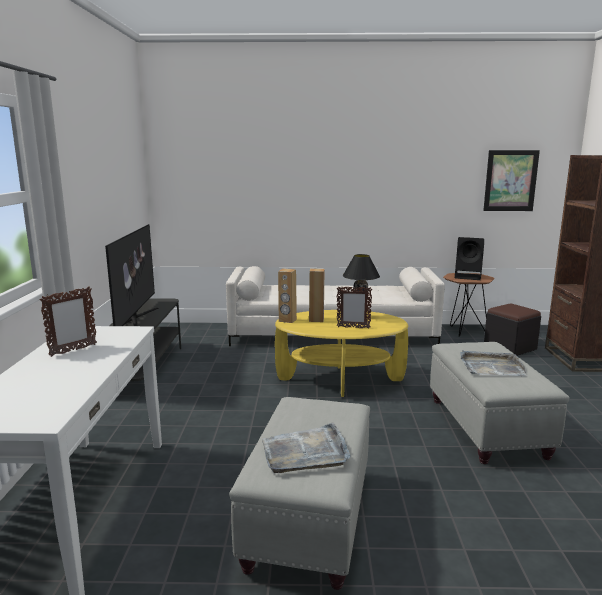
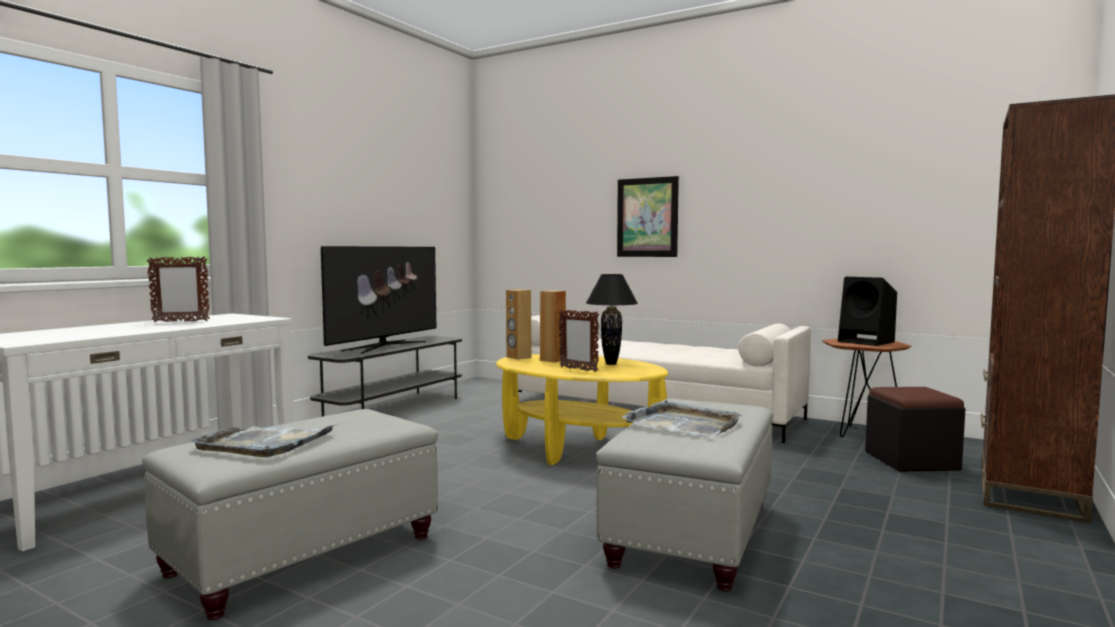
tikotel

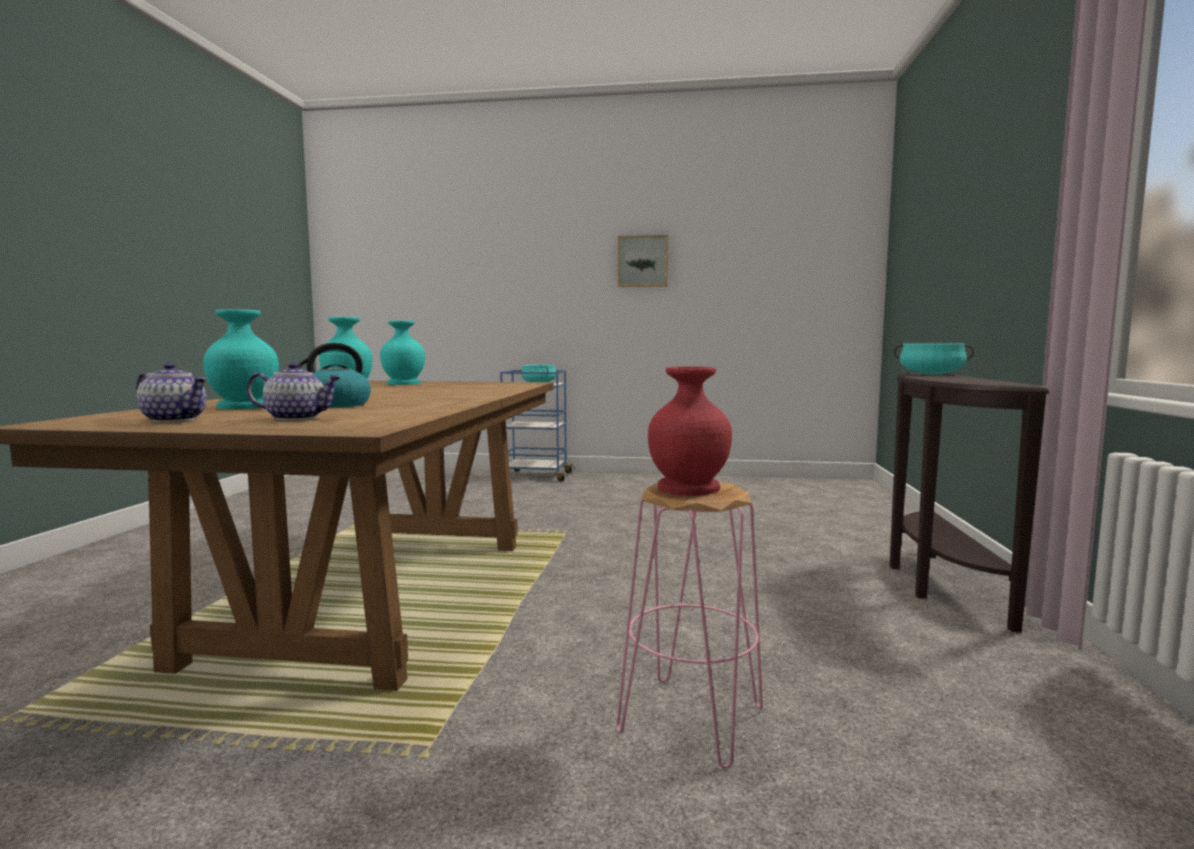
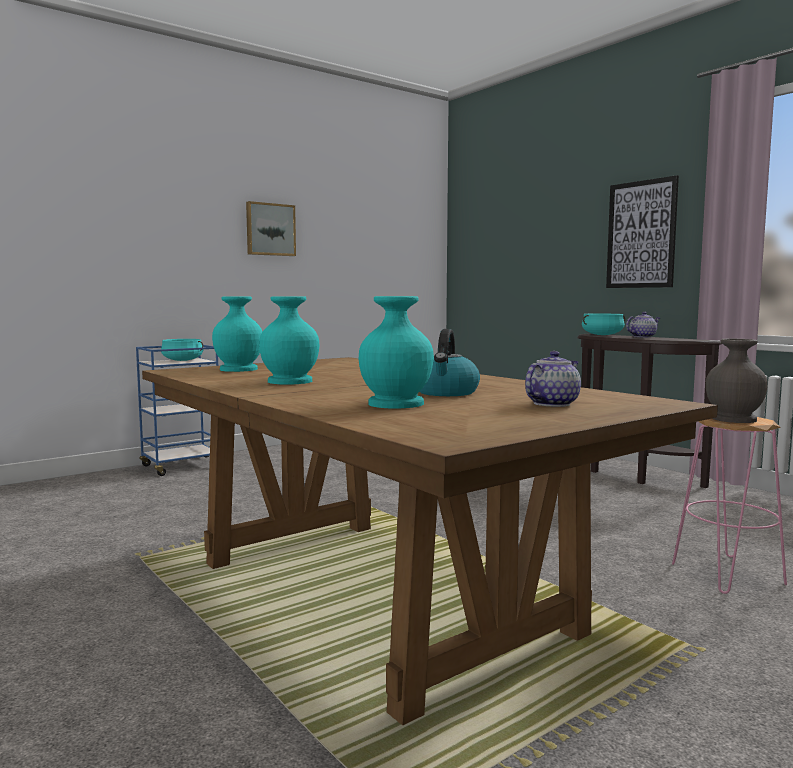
tikotel (2nd from left)
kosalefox (2nd from left)
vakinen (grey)

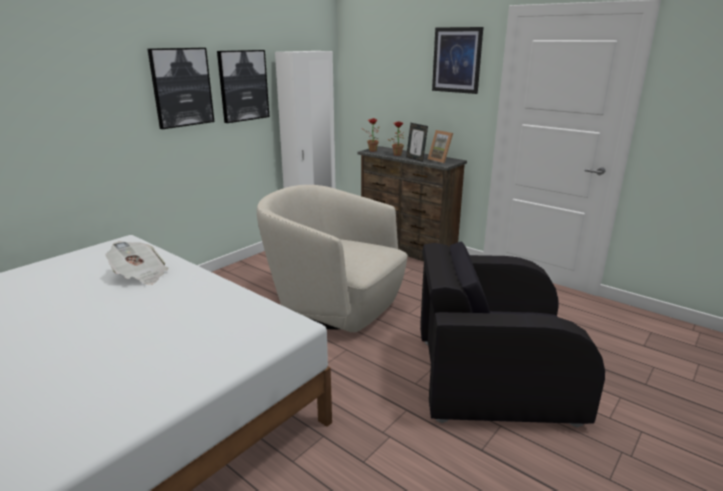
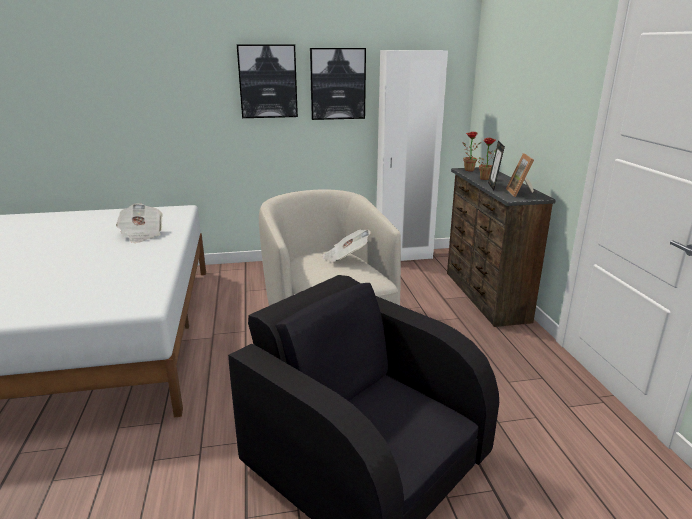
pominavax (2nd from left)
tikotel (3rd from left in the first image)

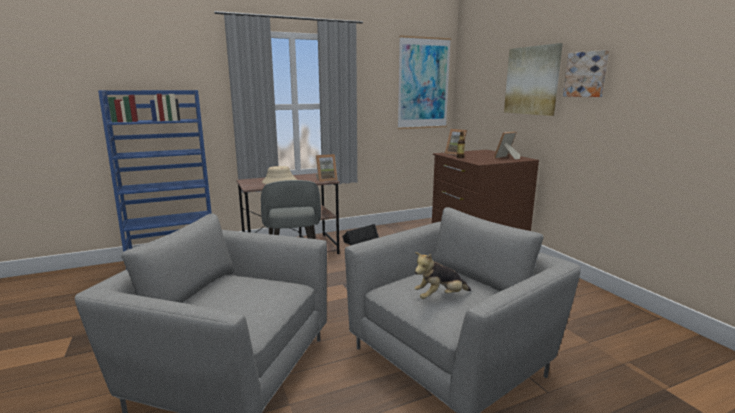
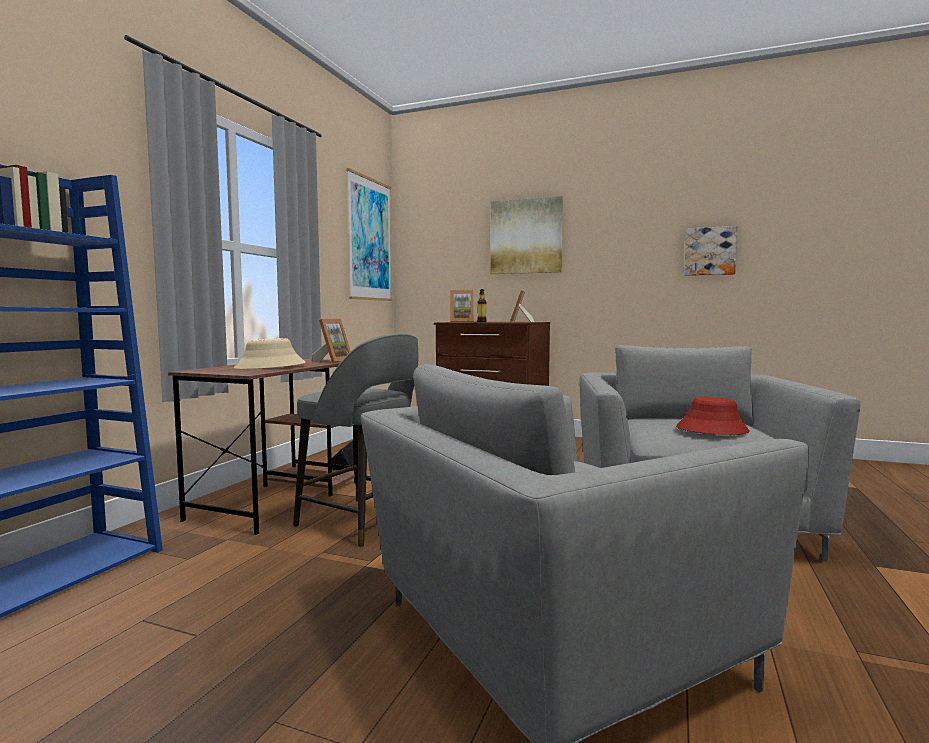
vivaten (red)
tikotel (3rd from left)

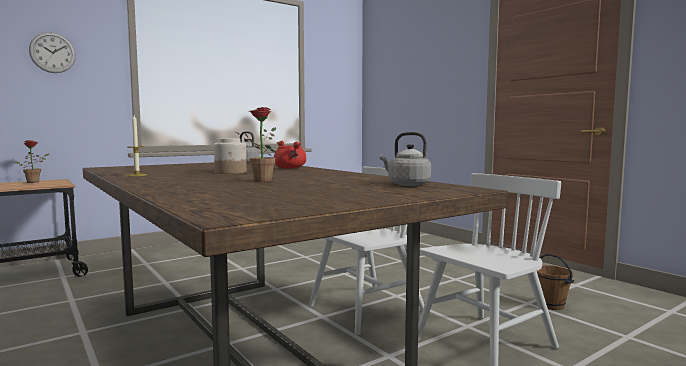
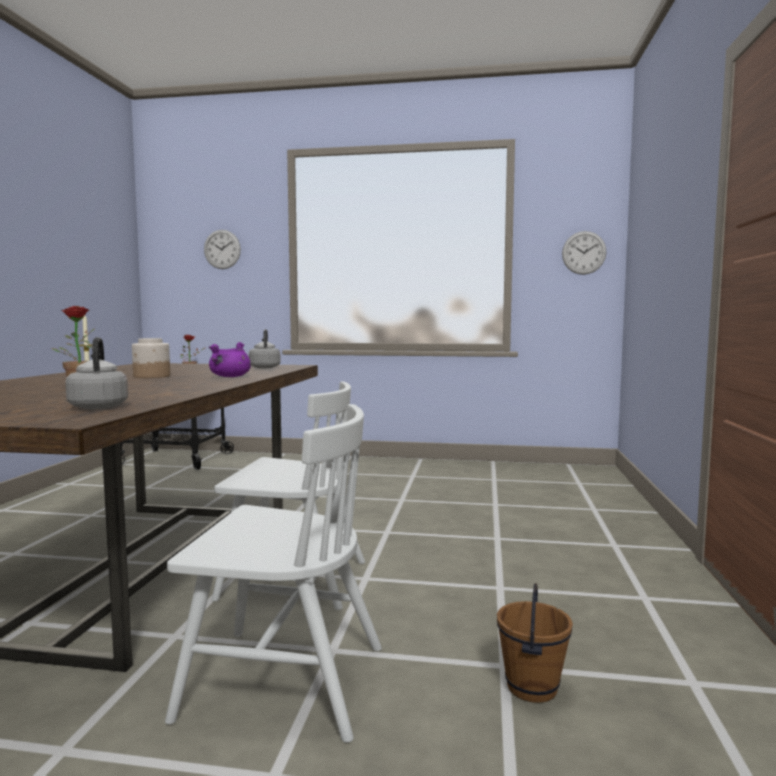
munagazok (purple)
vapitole (2nd from left)

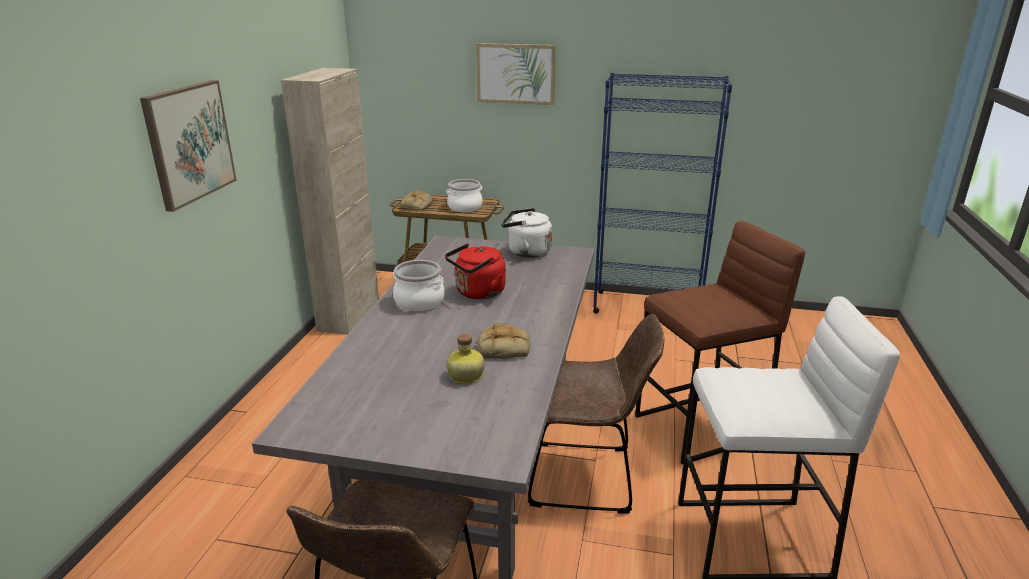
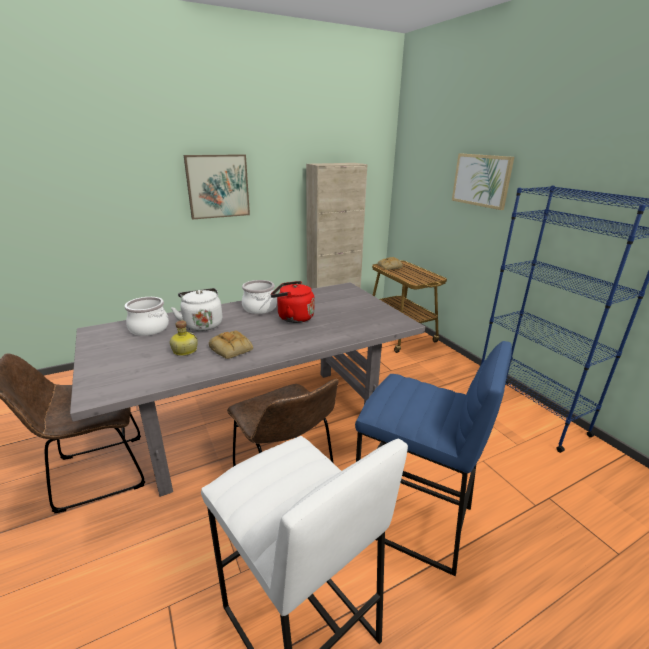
munagazok (1st from left)
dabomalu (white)
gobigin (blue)

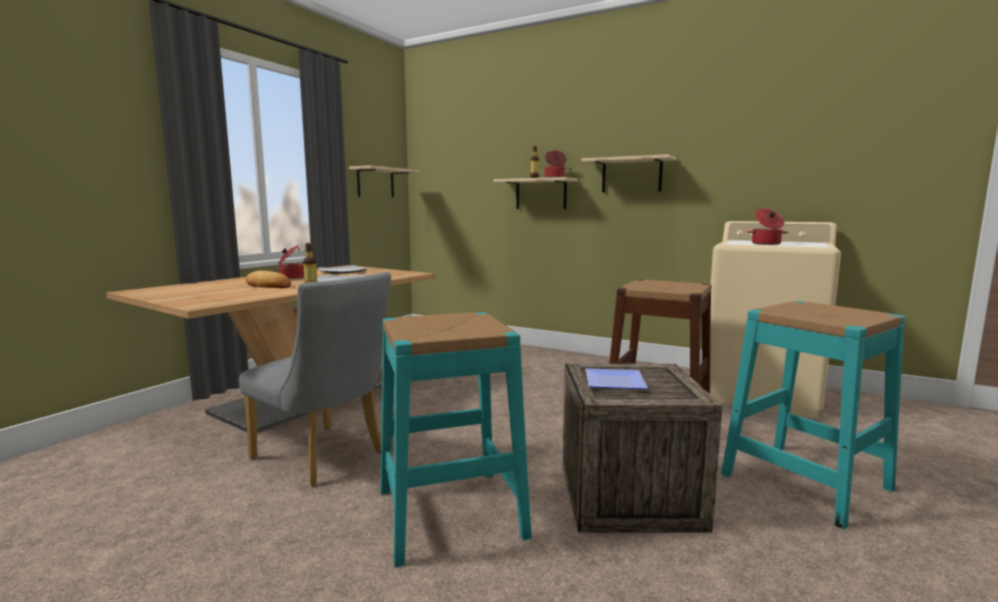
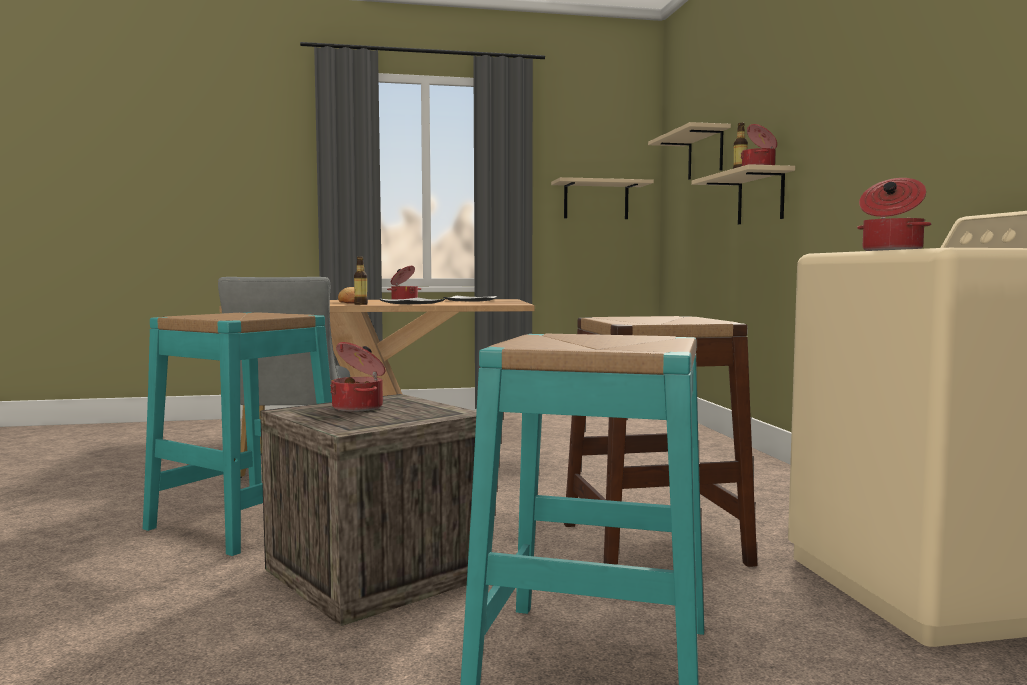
munagazok (1st from left)
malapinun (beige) (2nd from left)

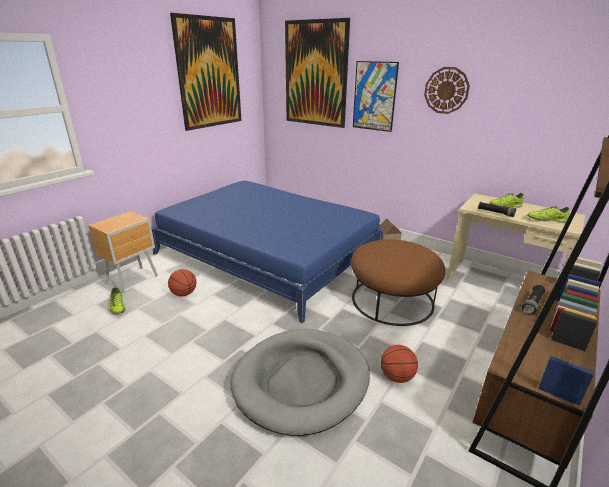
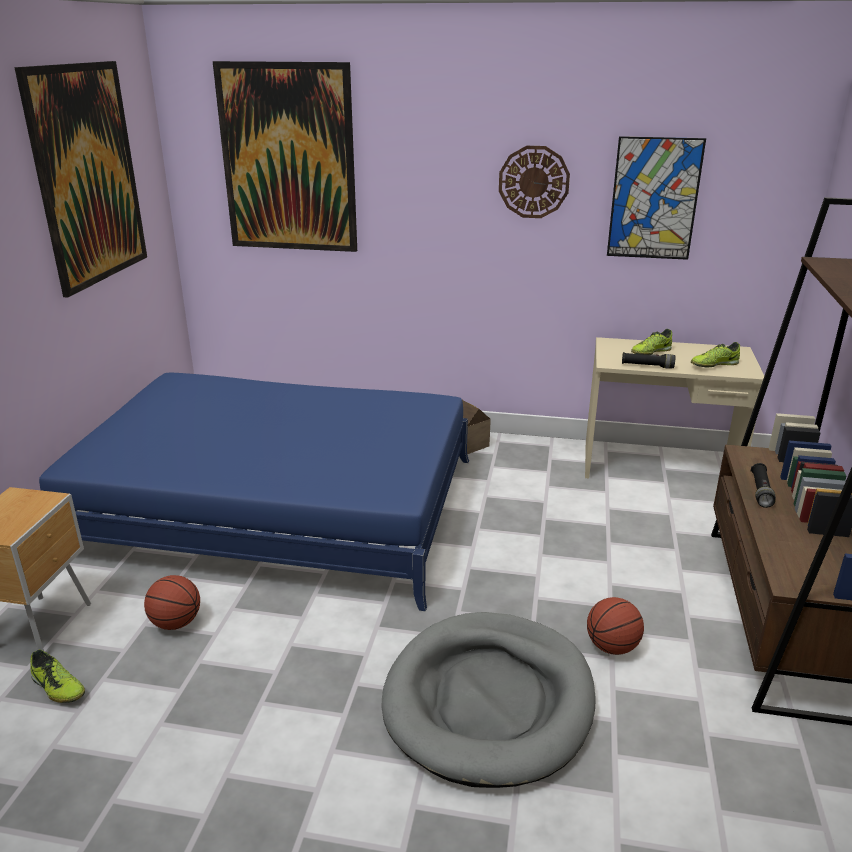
tikotel (3rd from left)
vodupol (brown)

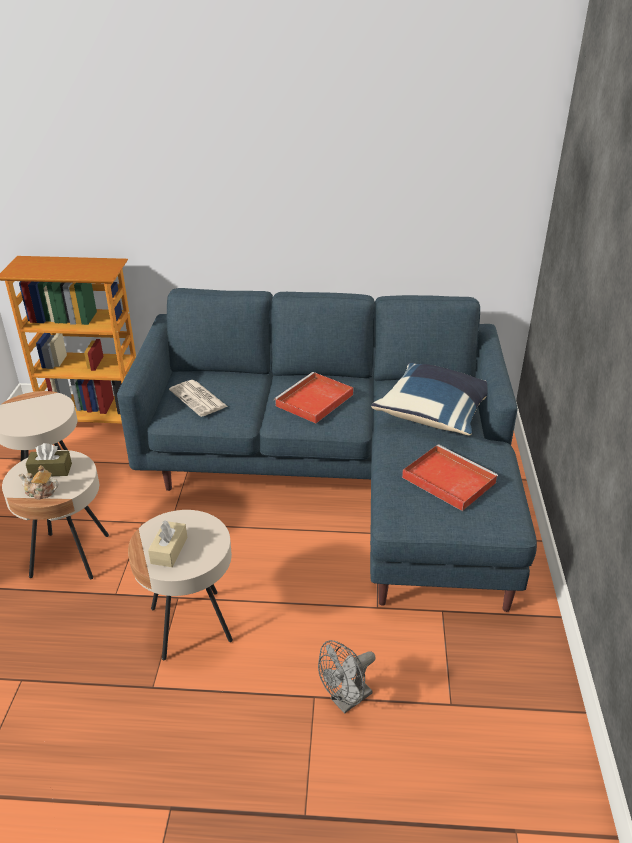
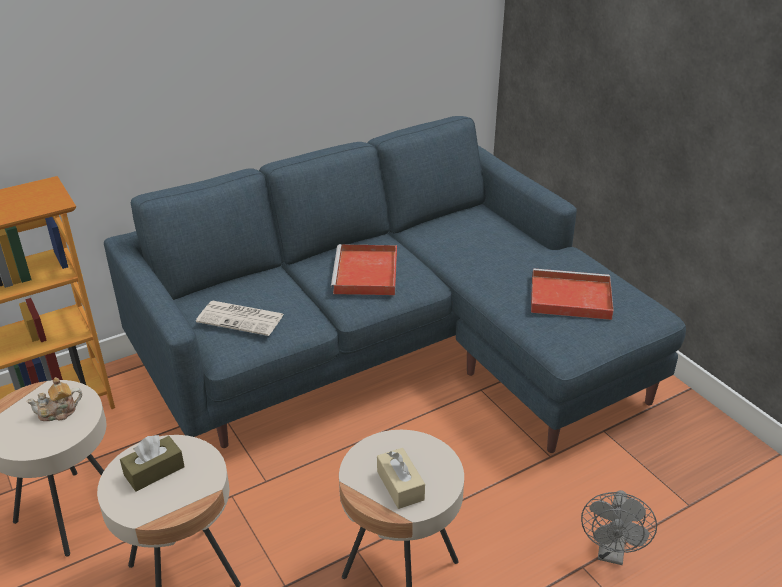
kosalefox
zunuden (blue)

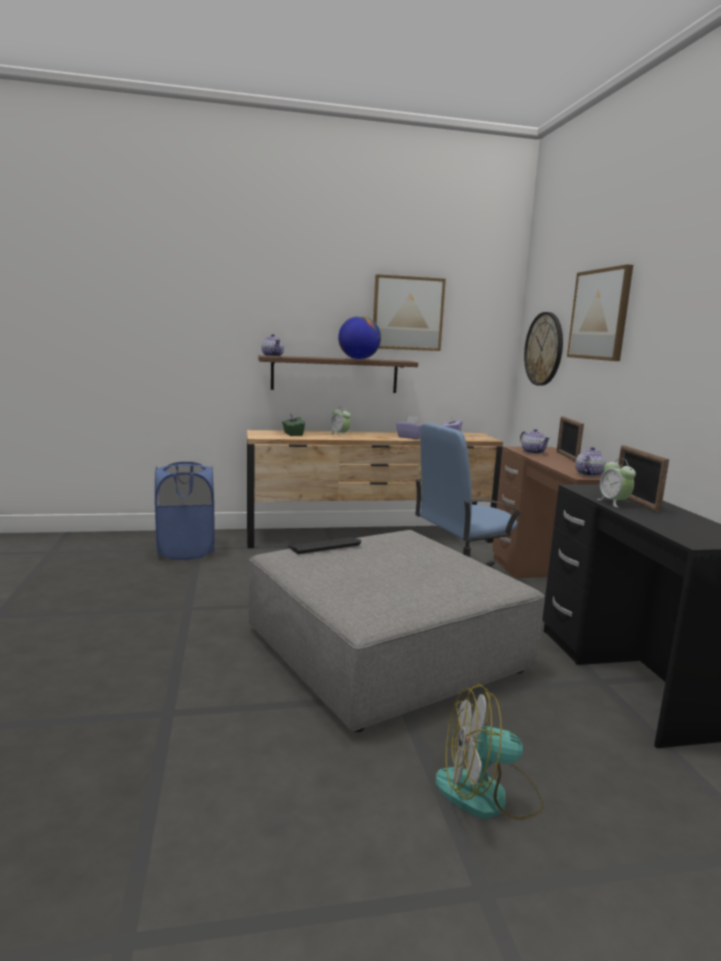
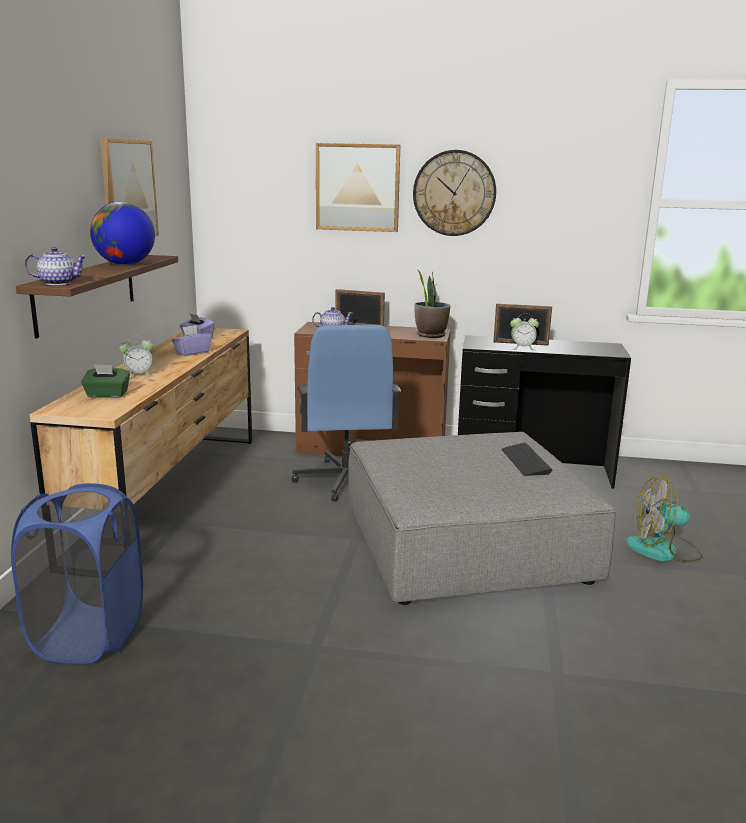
vapitole
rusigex
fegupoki
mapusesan

